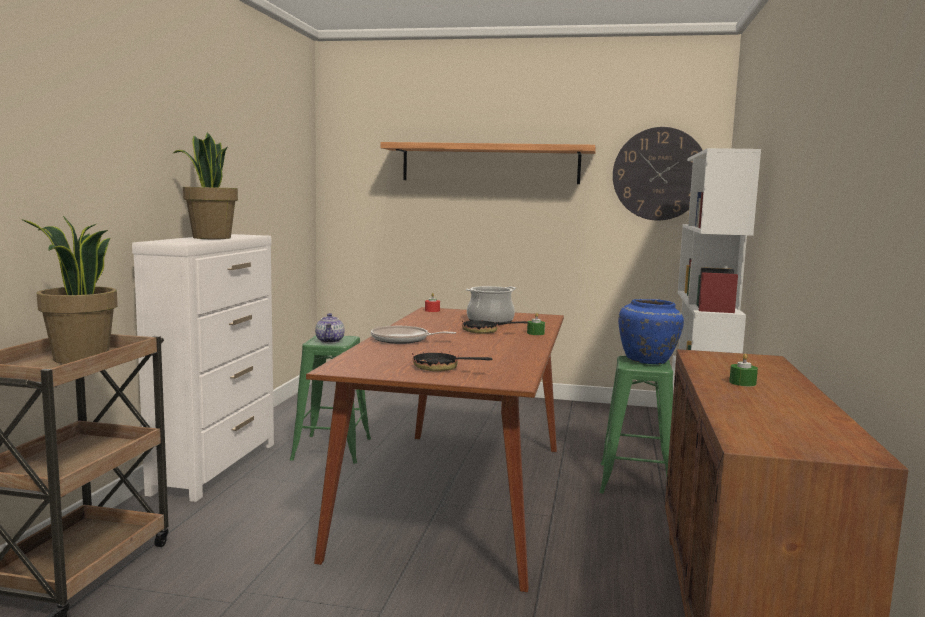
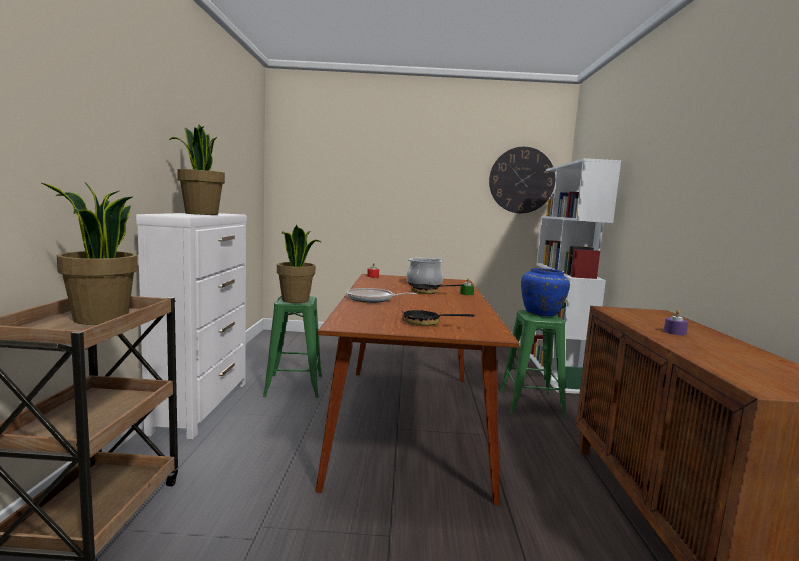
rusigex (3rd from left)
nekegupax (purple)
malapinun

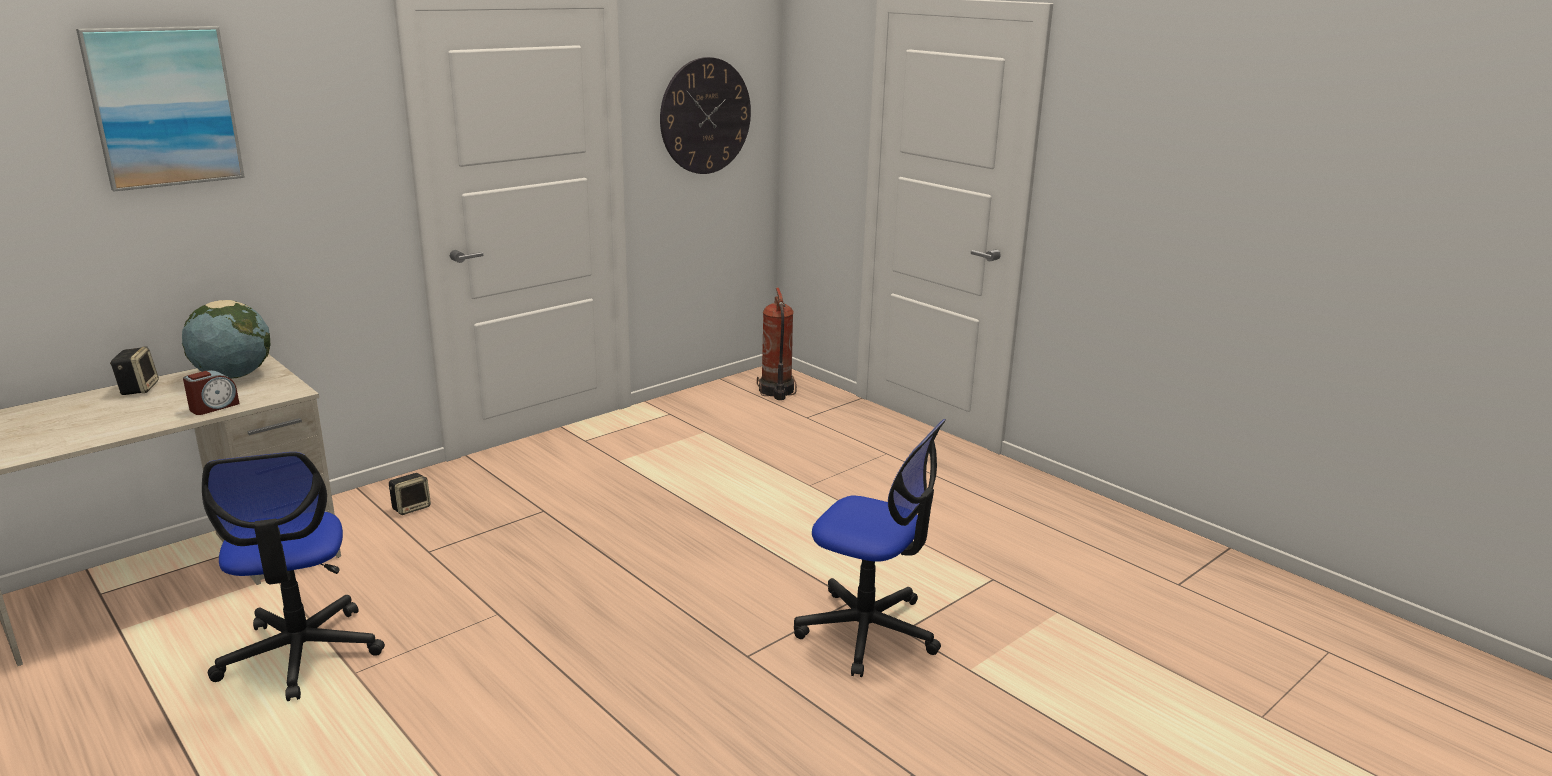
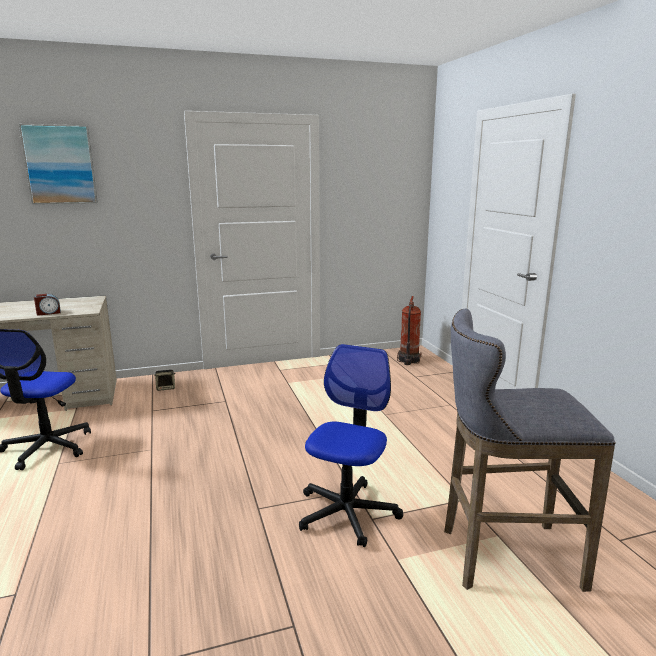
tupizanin (2nd from left)
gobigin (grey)
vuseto (1st from left in the first image)
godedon
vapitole

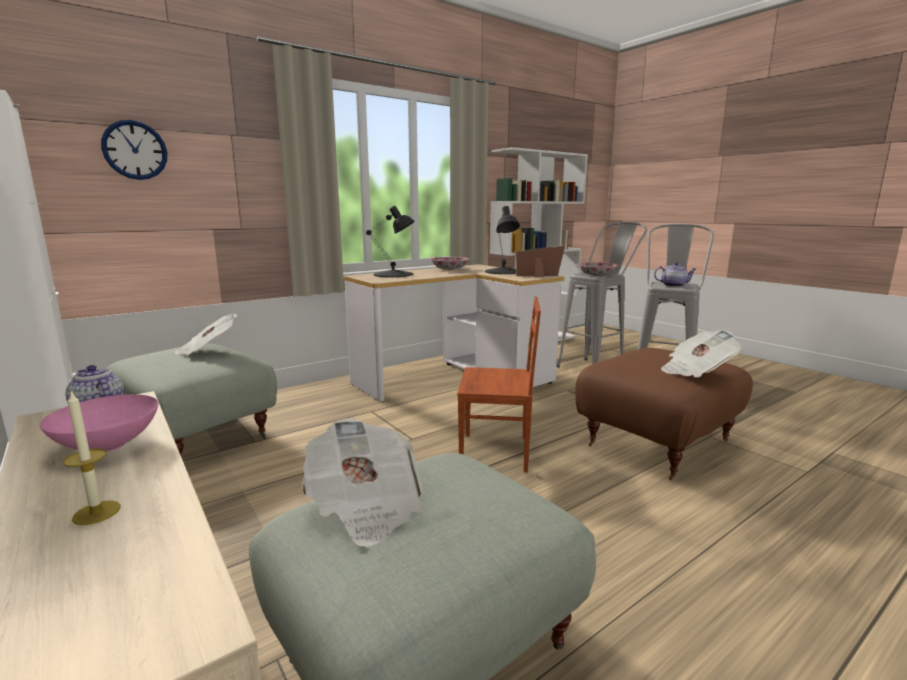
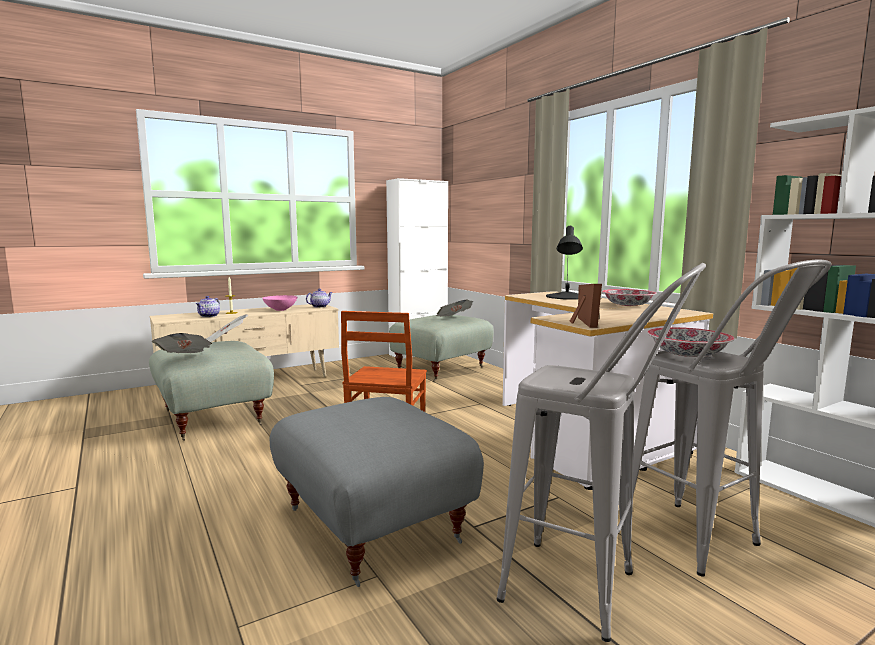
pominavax (1st from left)
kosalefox (1st from left)
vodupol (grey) (2nd from left)
vapitole
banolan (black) (2nd from left in the first image)

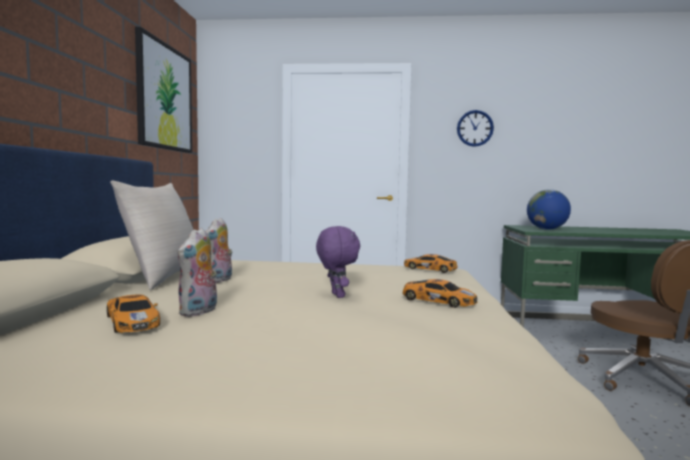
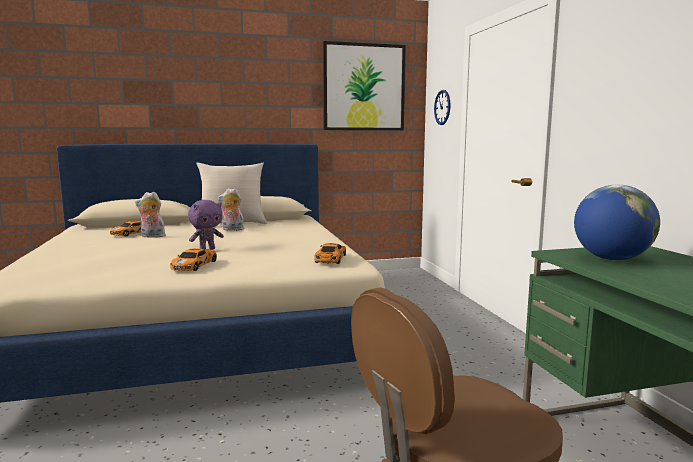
vapitole

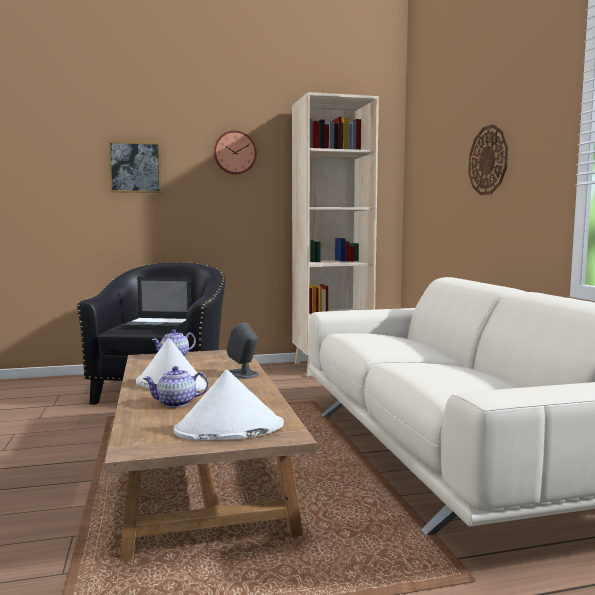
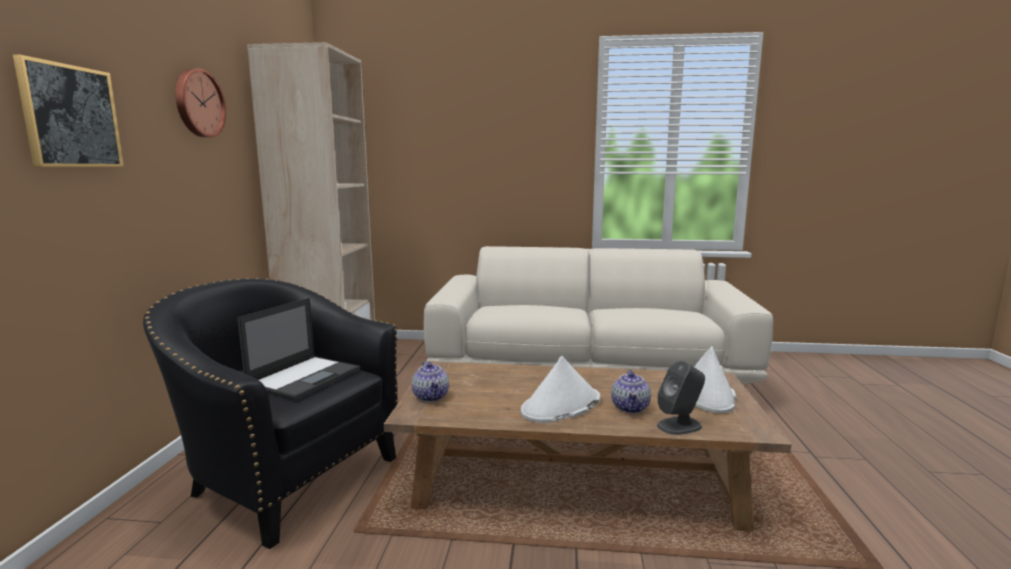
vuseto (grey)
vapitole (2nd from left in the first image)

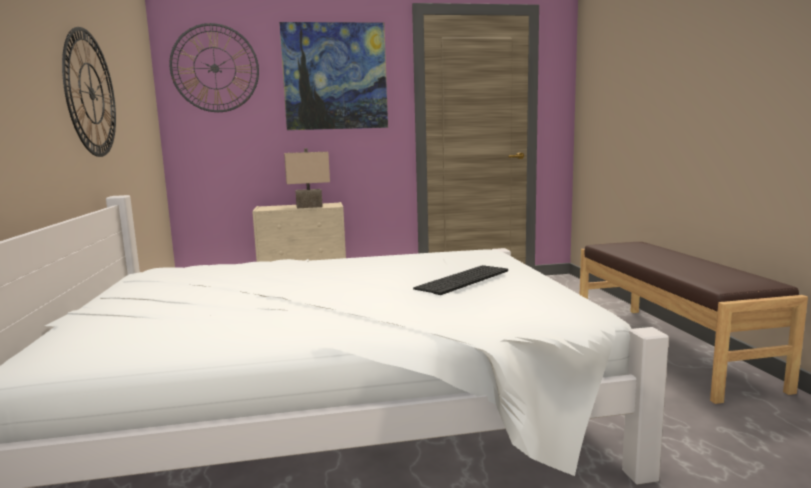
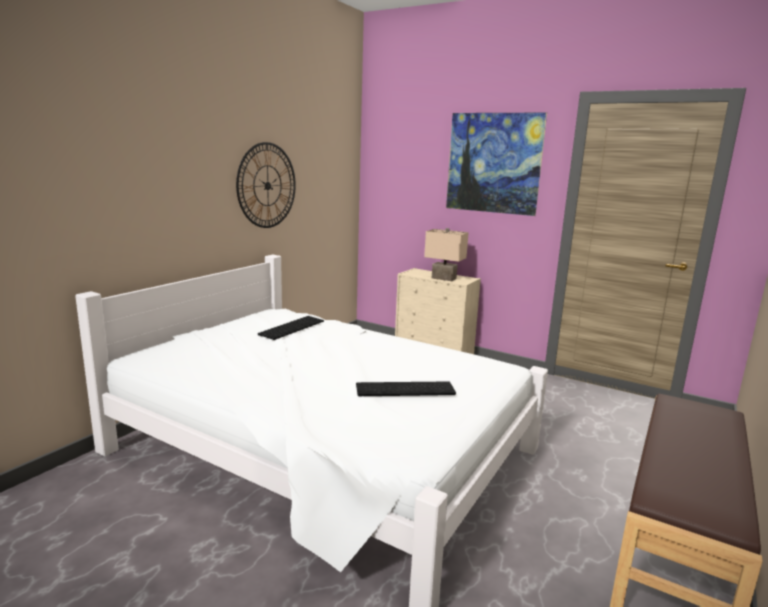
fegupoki (1st from left)
vapitole (2nd from left in the first image)

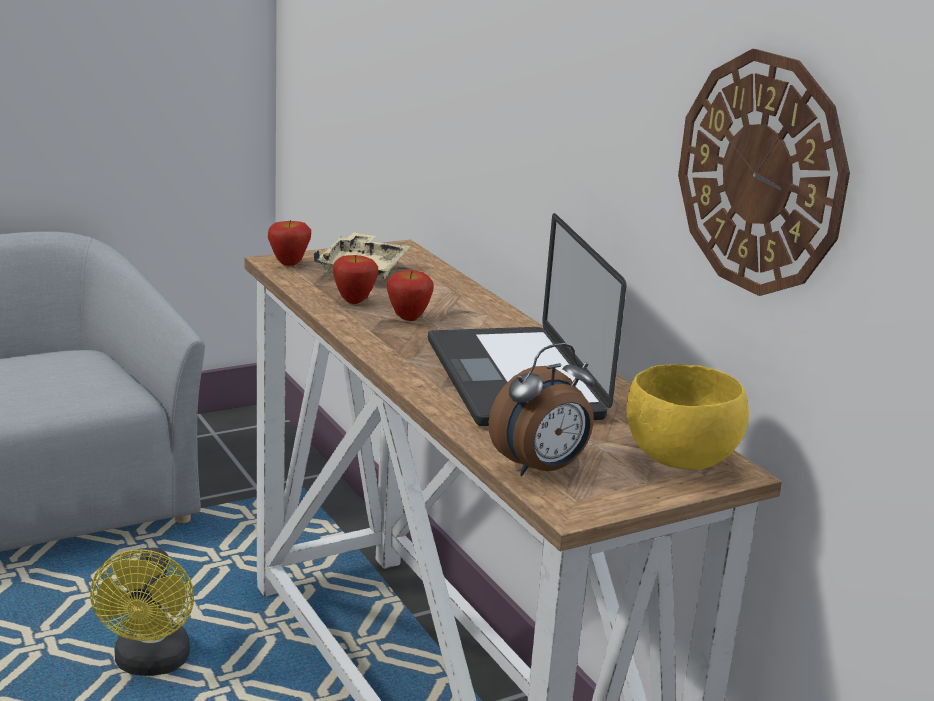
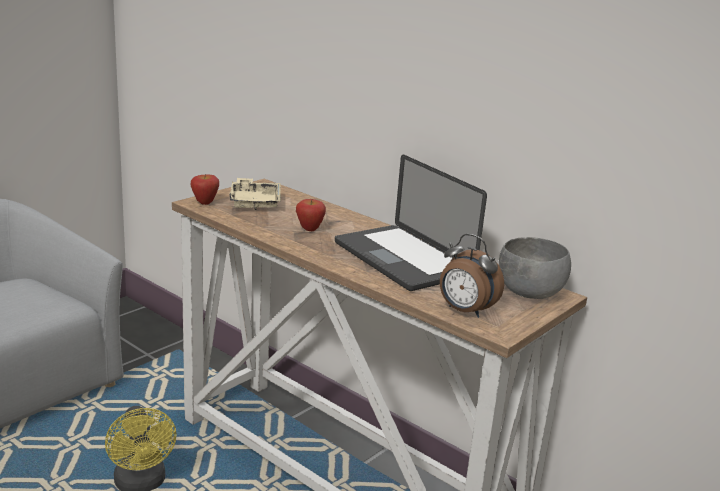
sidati
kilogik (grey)
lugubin (2nd from left in the first image)
vapitole

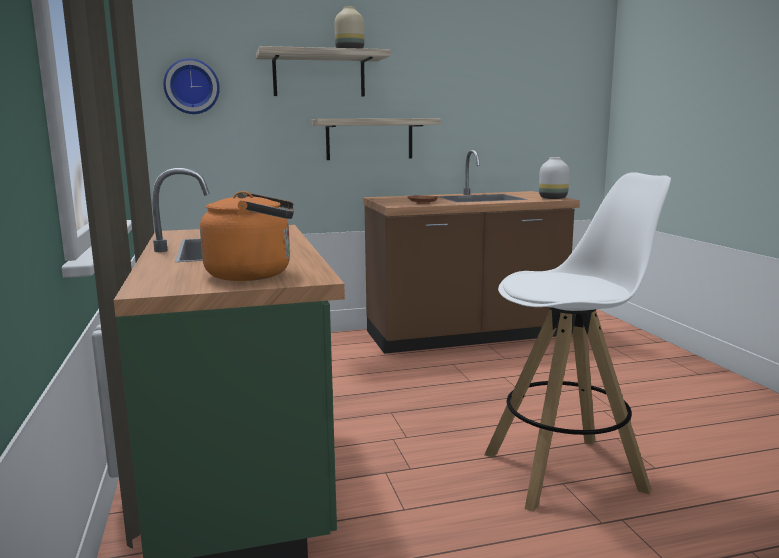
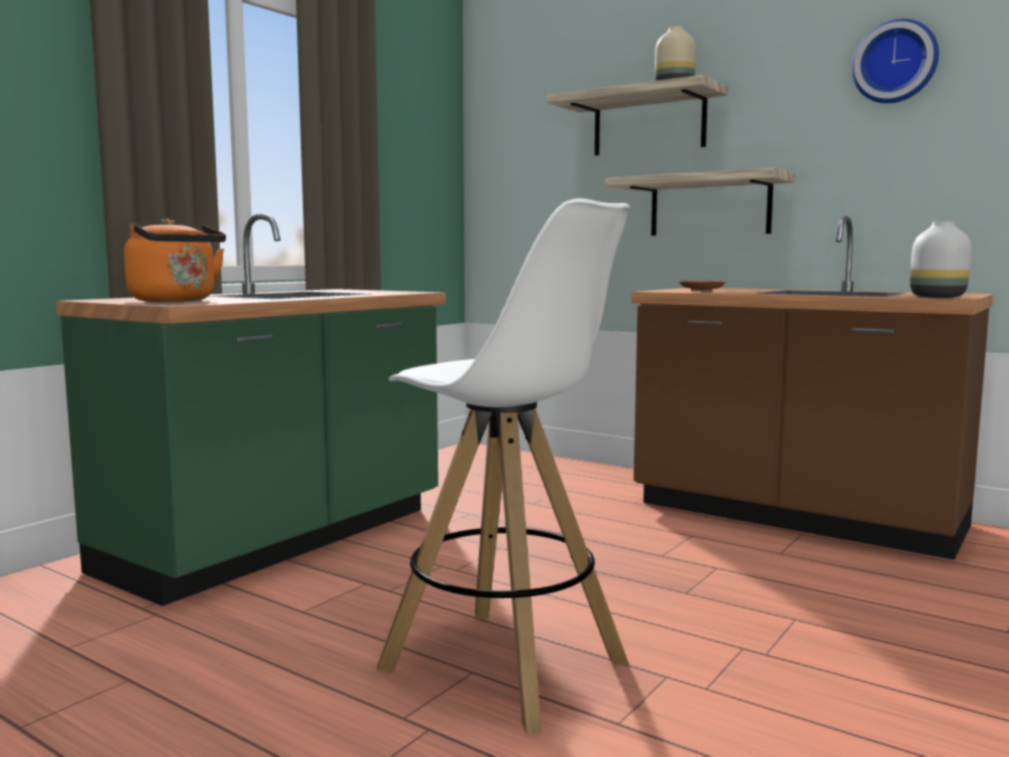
vapitole

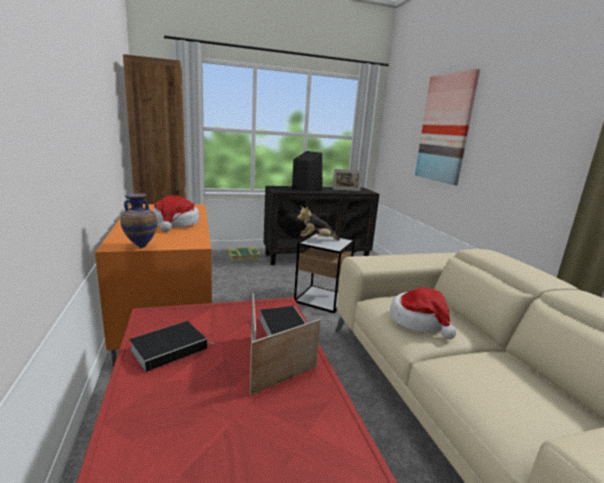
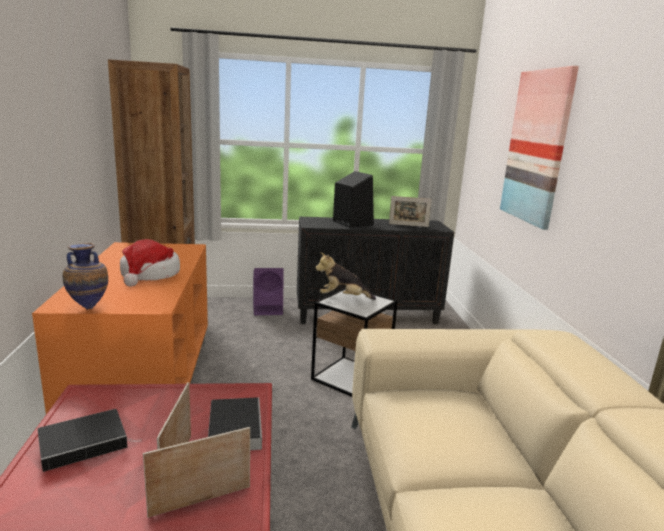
vuseto (purple)
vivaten (2nd from left in the first image)

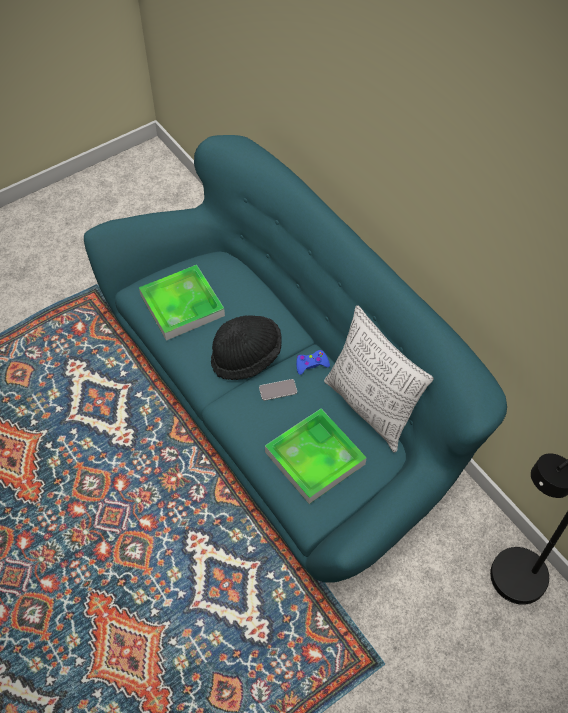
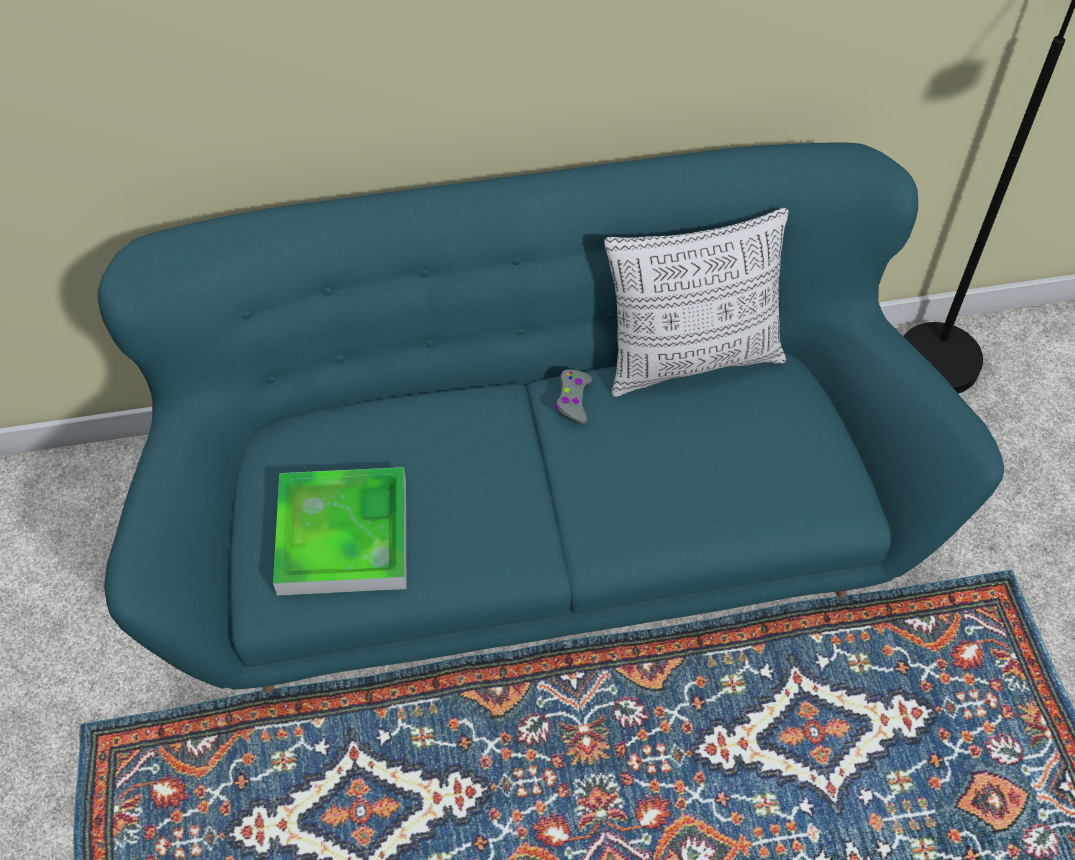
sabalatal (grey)
vivaten (black)
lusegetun
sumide (2nd from left in the first image)

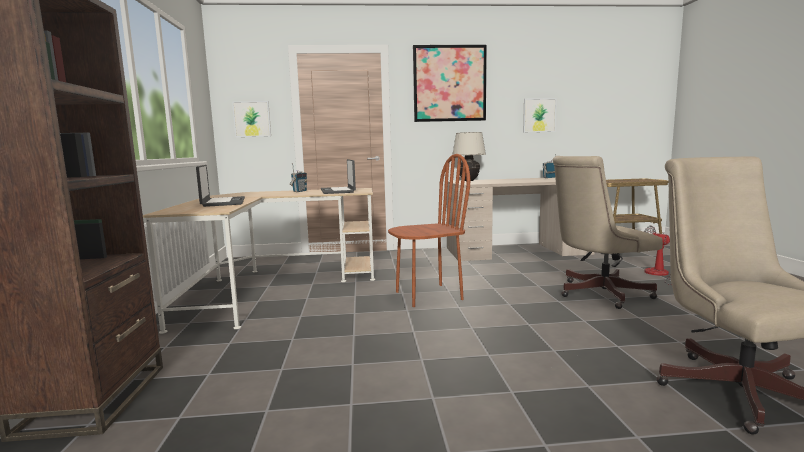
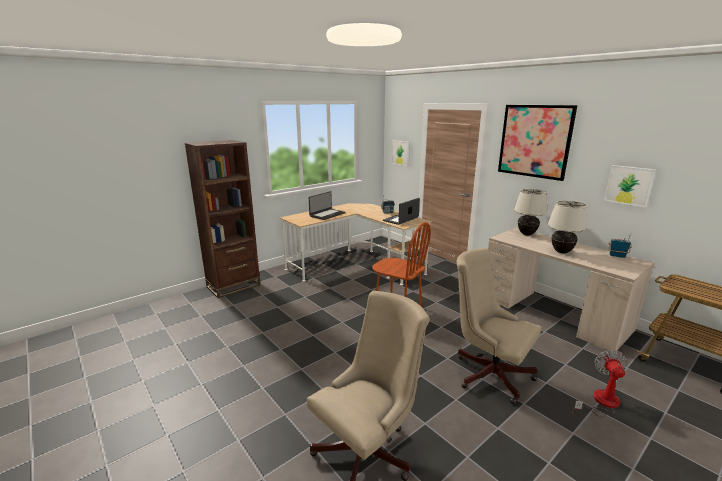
banolan (beige) (2nd from left)

